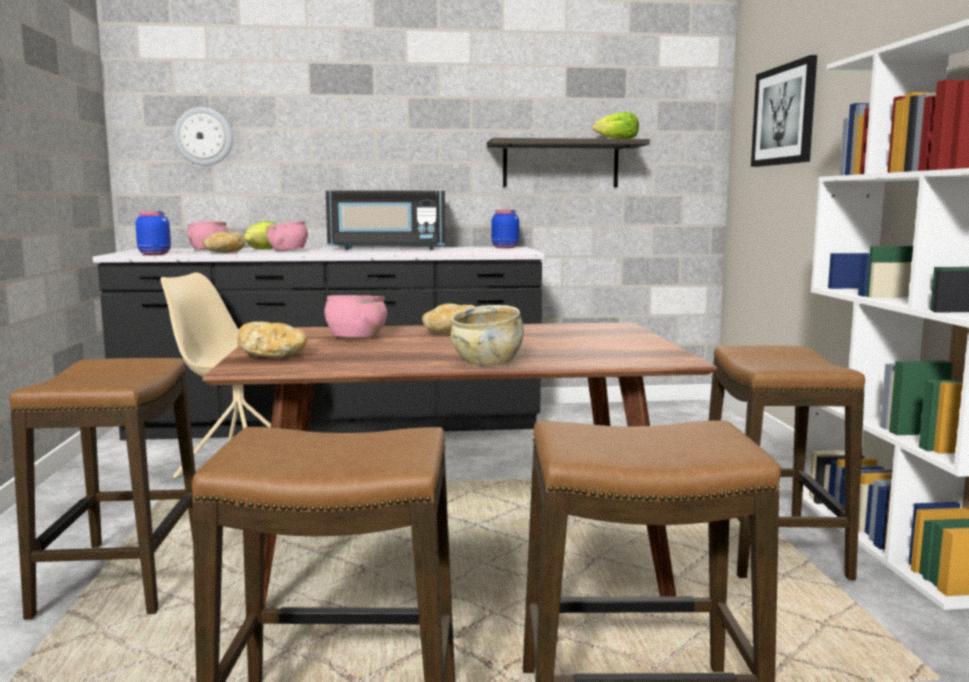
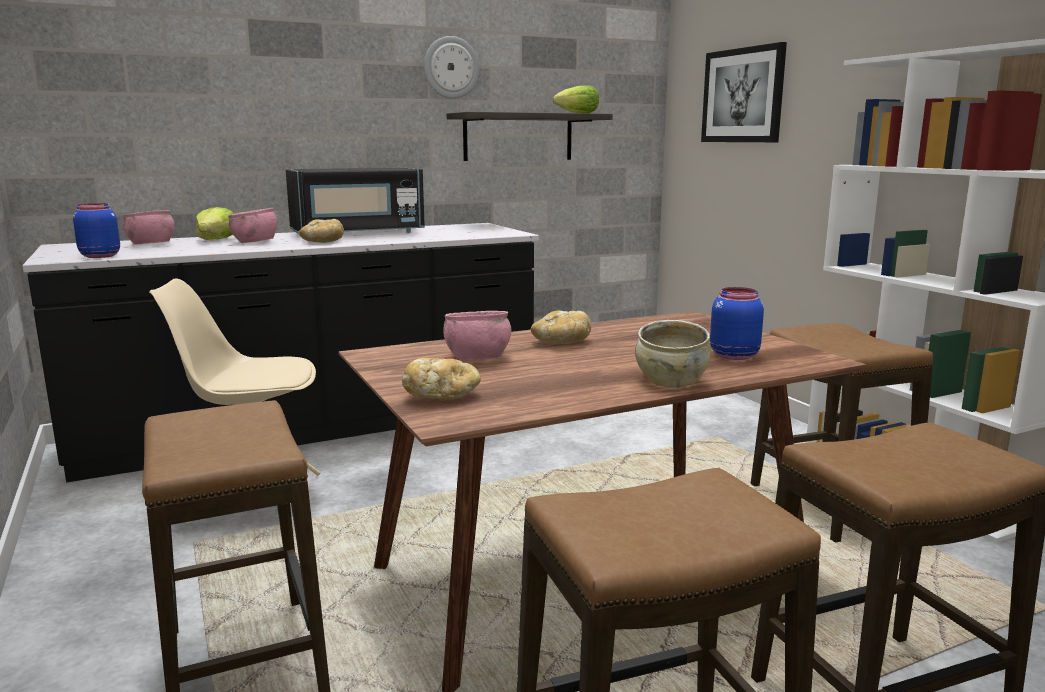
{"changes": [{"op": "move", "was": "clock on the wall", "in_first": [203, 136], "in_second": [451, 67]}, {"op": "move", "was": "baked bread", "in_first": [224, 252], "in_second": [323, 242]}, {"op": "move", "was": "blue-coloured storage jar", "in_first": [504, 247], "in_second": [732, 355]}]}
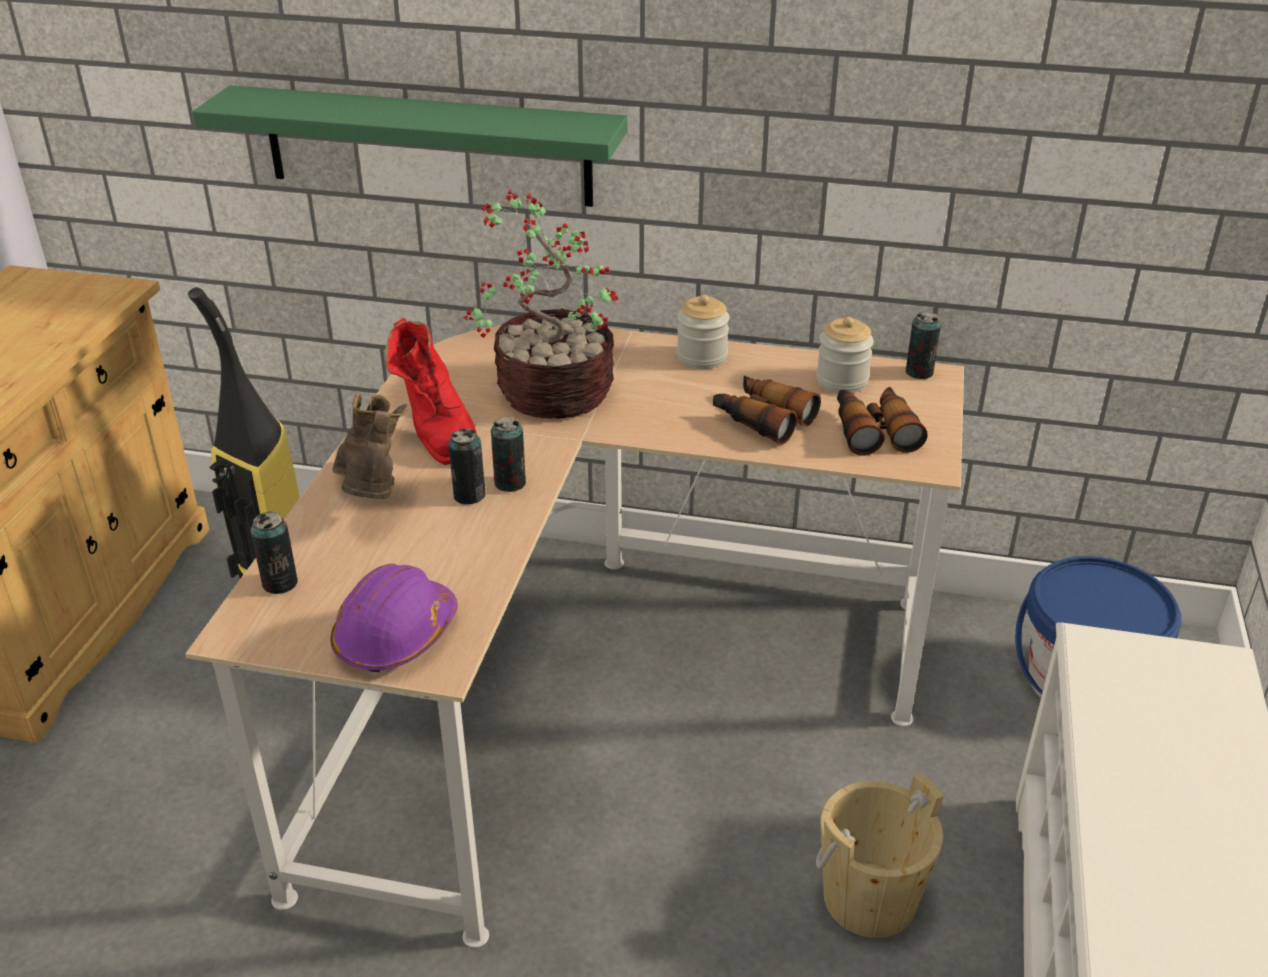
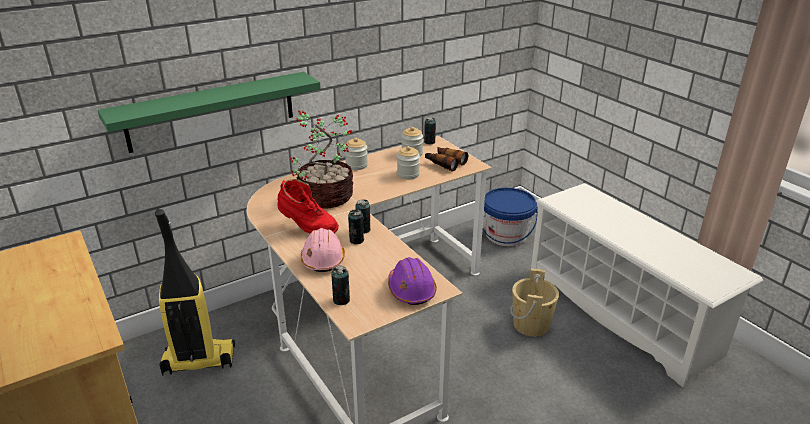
{"changes": [{"op": "replace", "was": "brown-coloured boot", "now": "pink safety helmet", "in_first": [372, 498], "in_second": [323, 259]}, {"op": "replace", "was": "field glasses", "now": "storage jar", "in_first": [762, 419], "in_second": [408, 174]}]}
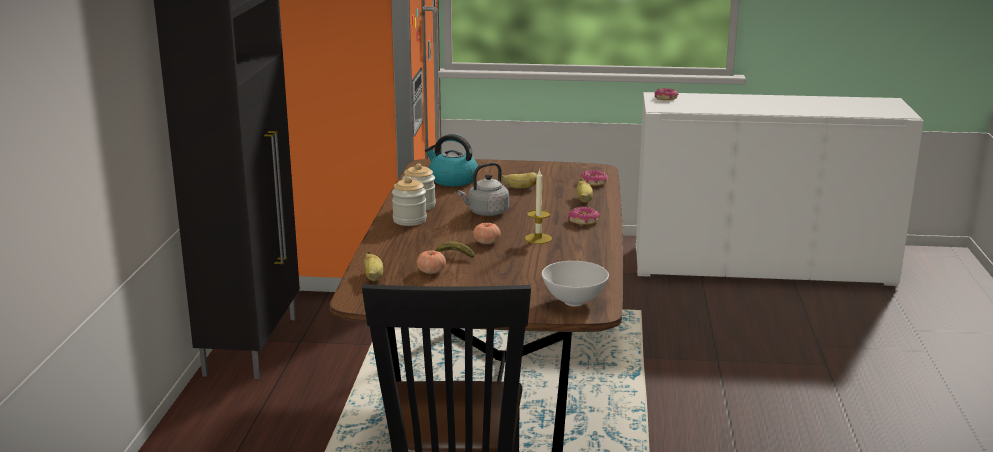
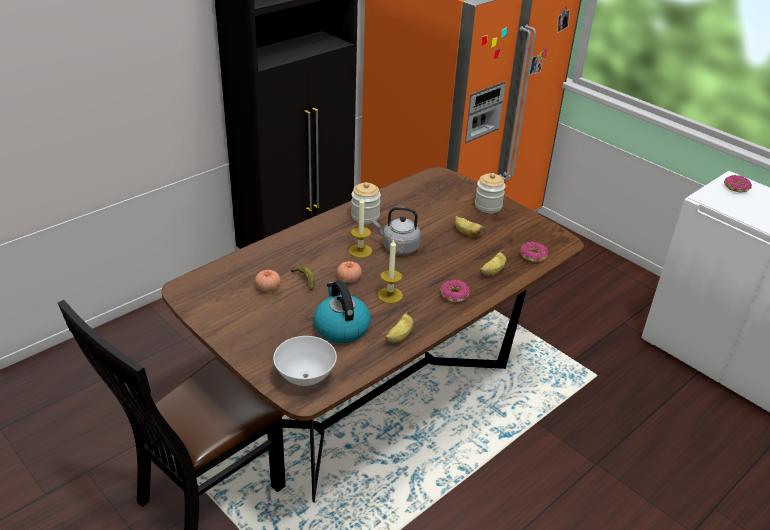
{"changes": [{"op": "insert", "now": "wax light", "in_second": [360, 251]}, {"op": "move", "was": "banana", "in_first": [373, 277], "in_second": [399, 337]}, {"op": "move", "was": "storage jar", "in_first": [409, 220], "in_second": [488, 206]}, {"op": "move", "was": "kettle", "in_first": [452, 180], "in_second": [341, 327]}]}
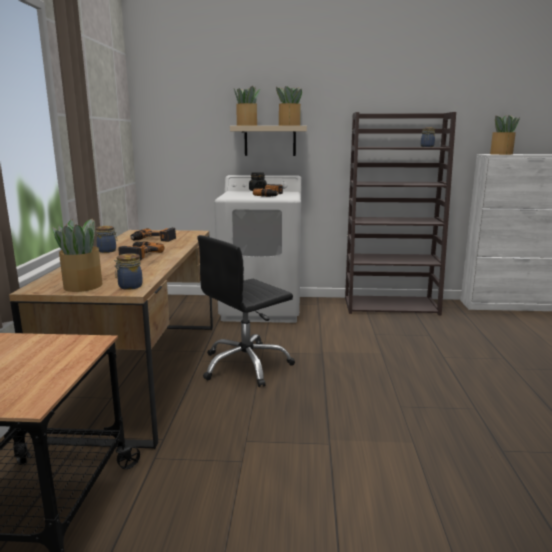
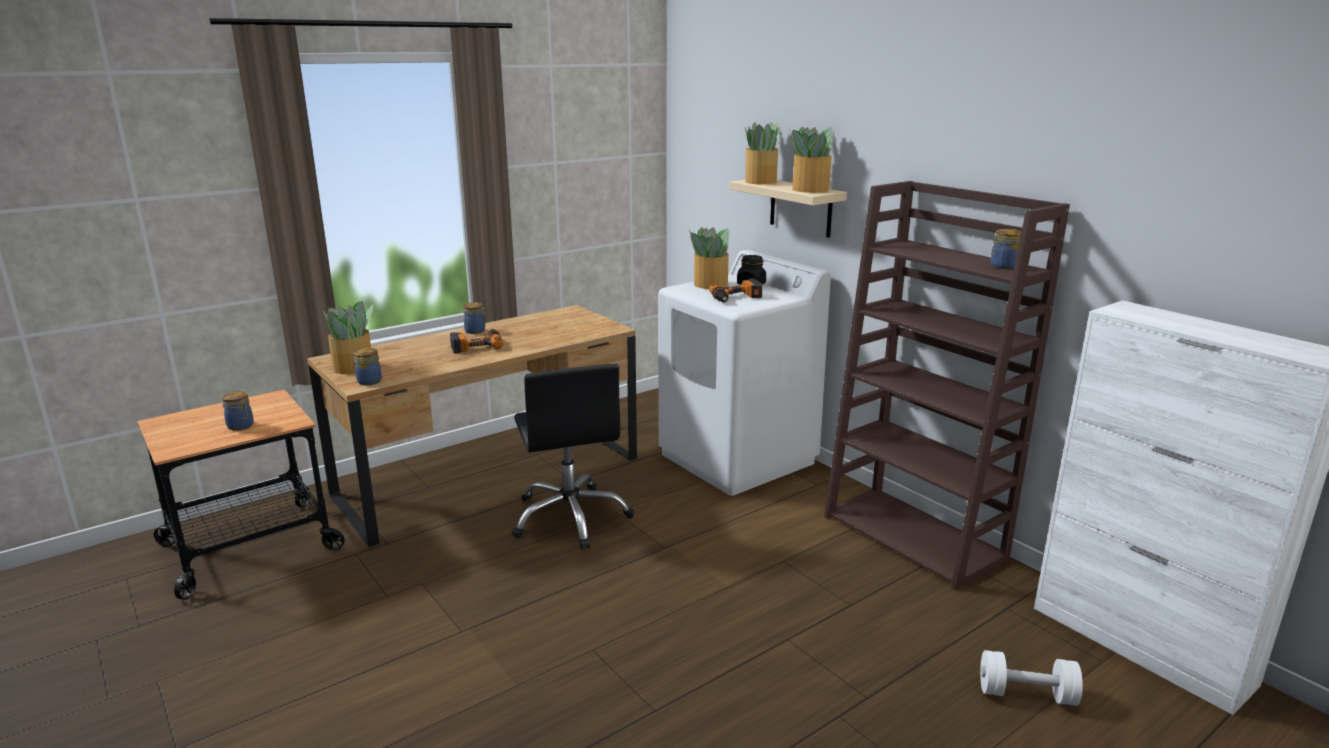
{"changes": [{"op": "delete", "was": "drill", "in_first": [153, 240]}, {"op": "insert", "now": "storage jar", "in_second": [241, 426]}, {"op": "insert", "now": "white-coloured dumbbell", "in_second": [1026, 694]}, {"op": "move", "was": "potted plant", "in_first": [500, 154], "in_second": [710, 284]}, {"op": "rotate", "was": "black-coloured computer chair", "in_first": [246, 365], "in_second": [571, 517], "clockwise": -120}]}
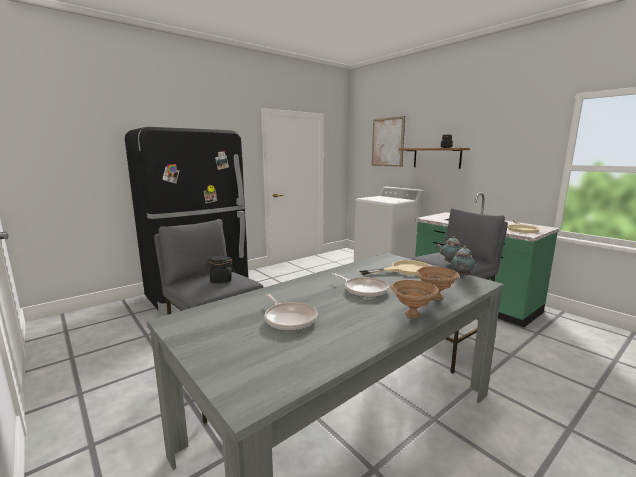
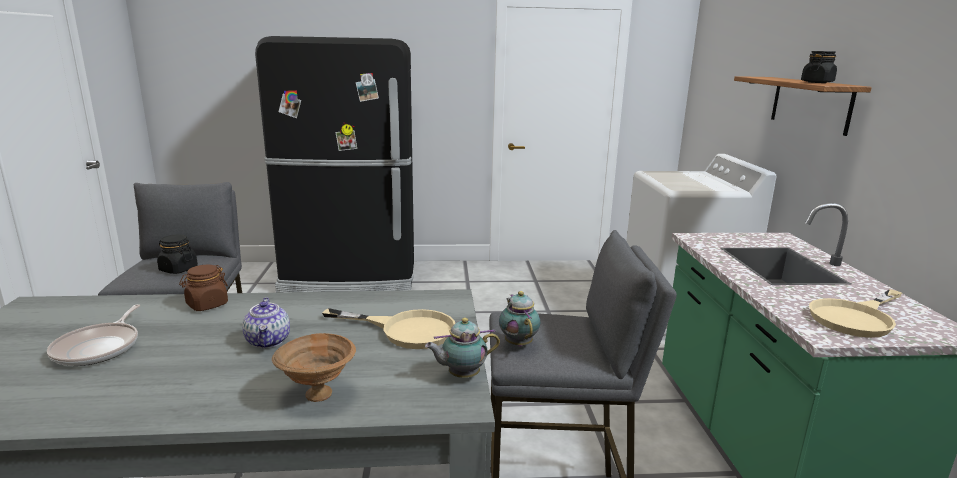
{"changes": [{"op": "delete", "was": "wall art", "in_first": [387, 142]}, {"op": "delete", "was": "brown-coloured deep dish", "in_first": [412, 315]}, {"op": "insert", "now": "brown-coloured storage jar", "in_second": [207, 305]}, {"op": "replace", "was": "frying pan", "now": "pot for tea", "in_first": [364, 290], "in_second": [269, 341]}]}
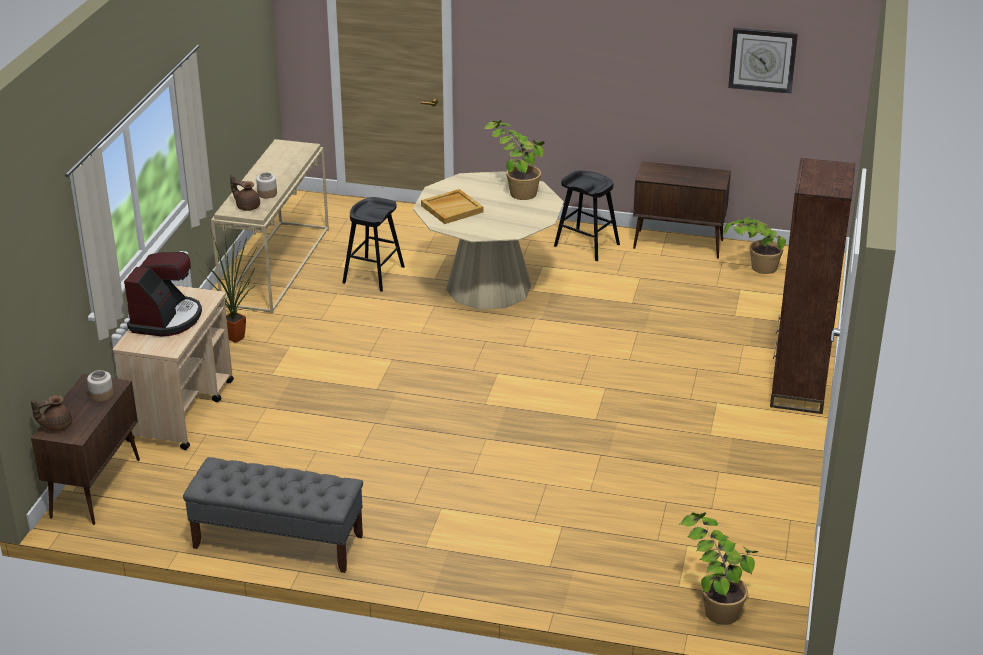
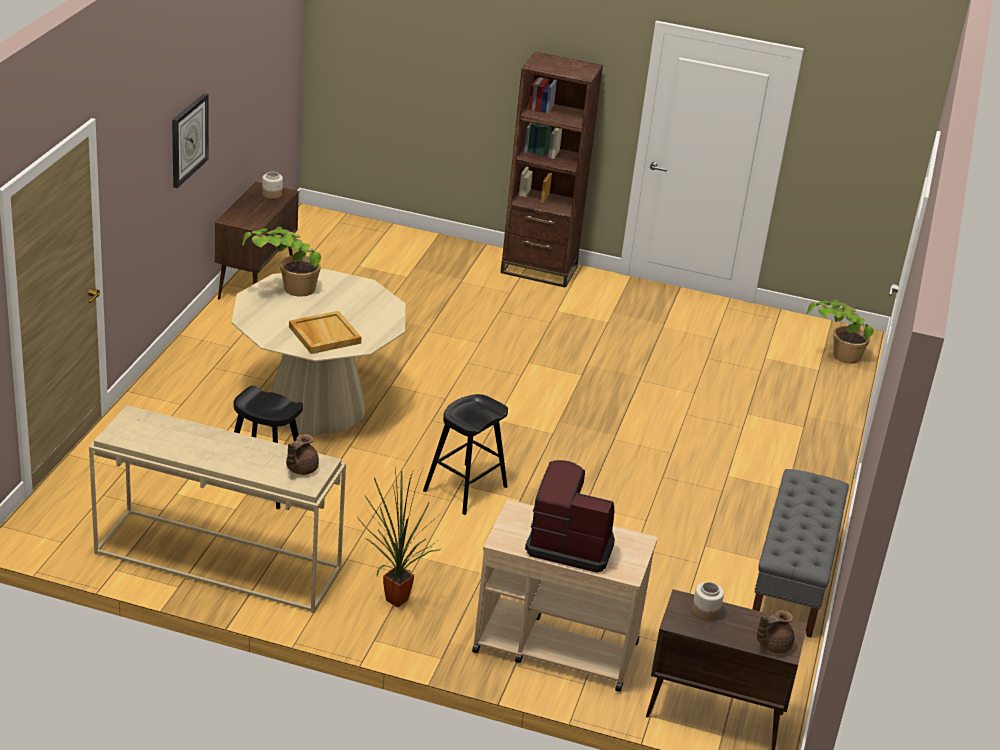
{"changes": [{"op": "delete", "was": "potted plant", "in_first": [752, 270]}, {"op": "move", "was": "storage jar", "in_first": [267, 194], "in_second": [272, 194]}, {"op": "move", "was": "black-coloured sitting stool", "in_first": [586, 245], "in_second": [465, 489]}, {"op": "move", "was": "clock on the wall", "in_first": [762, 60], "in_second": [188, 139]}, {"op": "rotate", "was": "brown-coloured pot for tea", "in_first": [55, 426], "in_second": [772, 645], "clockwise": 90}]}
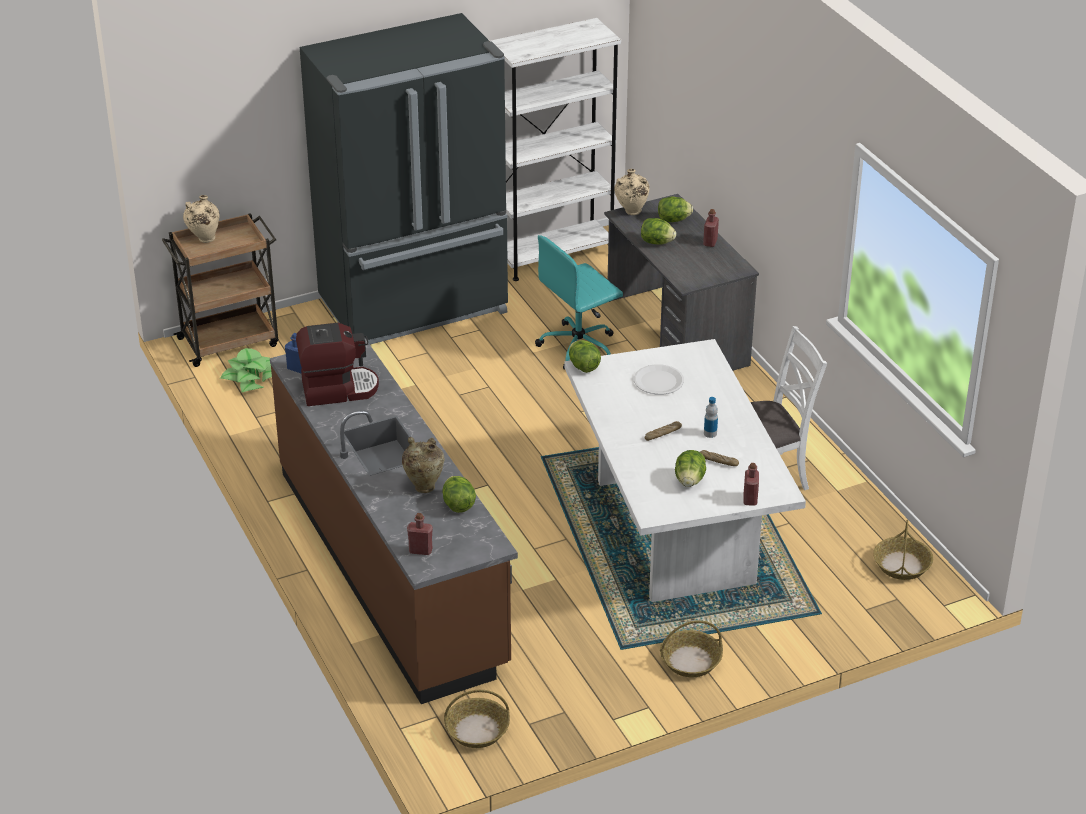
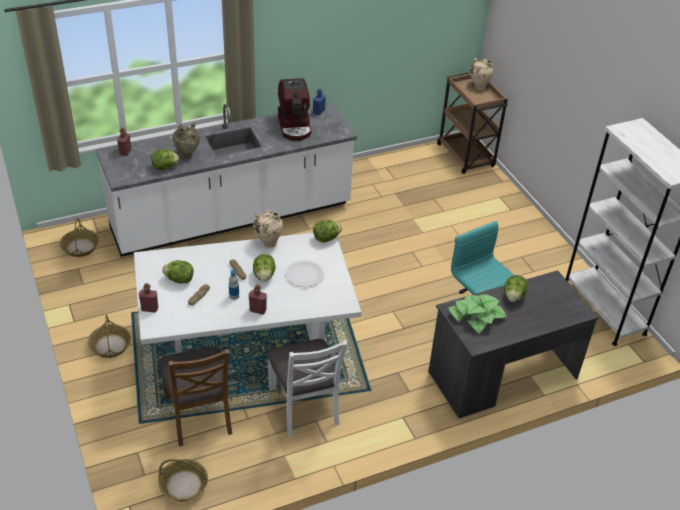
{"changes": [{"op": "delete", "was": "black-coloured fridge", "in_first": [415, 307]}, {"op": "insert", "now": "brown-coloured plain chair", "in_second": [199, 414]}, {"op": "move", "was": "potted plant", "in_first": [251, 378], "in_second": [476, 316]}, {"op": "move", "was": "beige-coloured decorative vase", "in_first": [631, 212], "in_second": [268, 243]}, {"op": "move", "was": "lettuce head", "in_first": [673, 220], "in_second": [264, 276]}, {"op": "move", "was": "red-coloured bottle", "in_first": [710, 242], "in_second": [258, 310]}, {"op": "recolor", "was": "brown-coloured kitchen counter", "now": "white-coloured kitchen counter", "in_first": [392, 568], "in_second": [232, 218]}]}
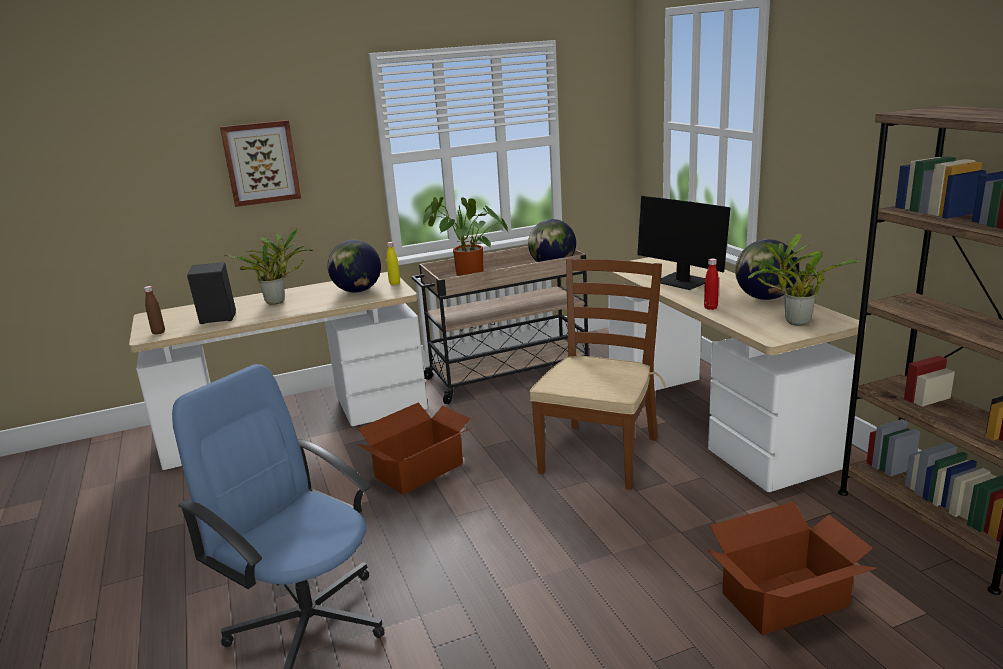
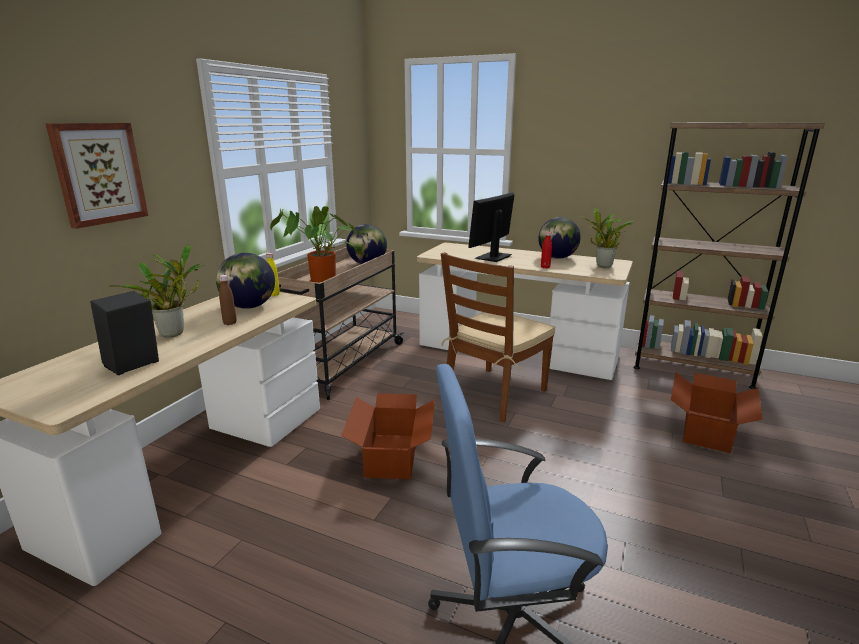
{"changes": [{"op": "move", "was": "brown-coloured bottle", "in_first": [158, 332], "in_second": [230, 323]}, {"op": "rotate", "was": "brown-coloured plain chair", "in_first": [599, 454], "in_second": [494, 394], "clockwise": -120}, {"op": "rotate", "was": "computer screen", "in_first": [682, 282], "in_second": [493, 257], "clockwise": 120}]}
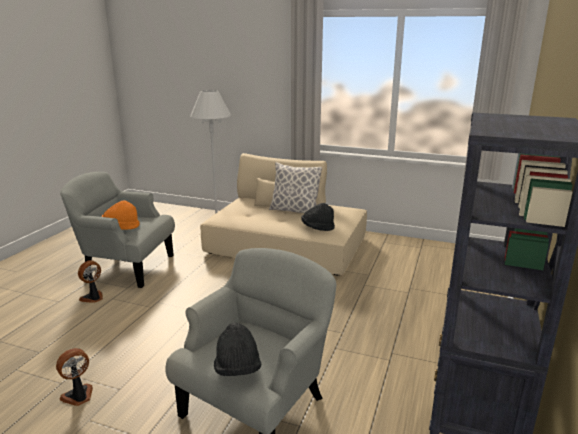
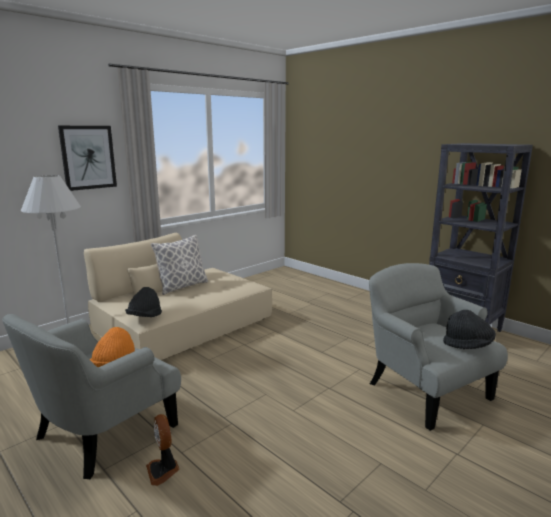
{"changes": [{"op": "delete", "was": "electric fan", "in_first": [79, 396]}, {"op": "insert", "now": "wall art", "in_second": [88, 157]}, {"op": "move", "was": "black-coloured clothing hat", "in_first": [317, 228], "in_second": [144, 317]}]}
